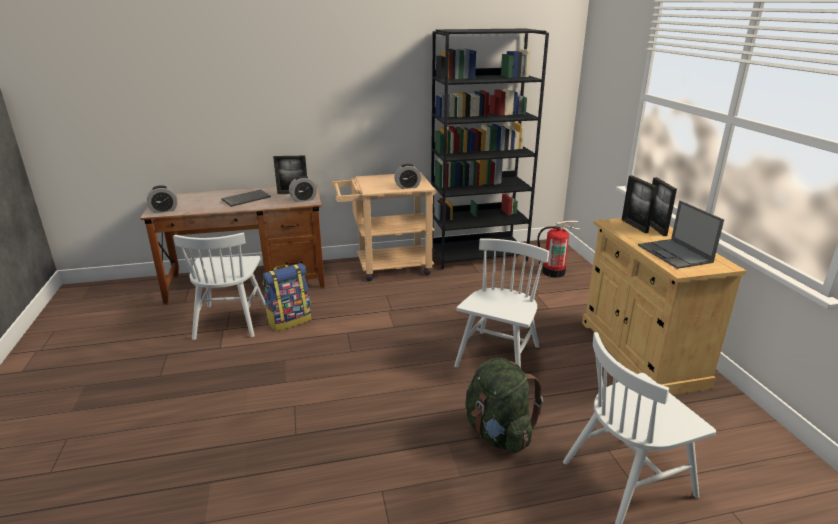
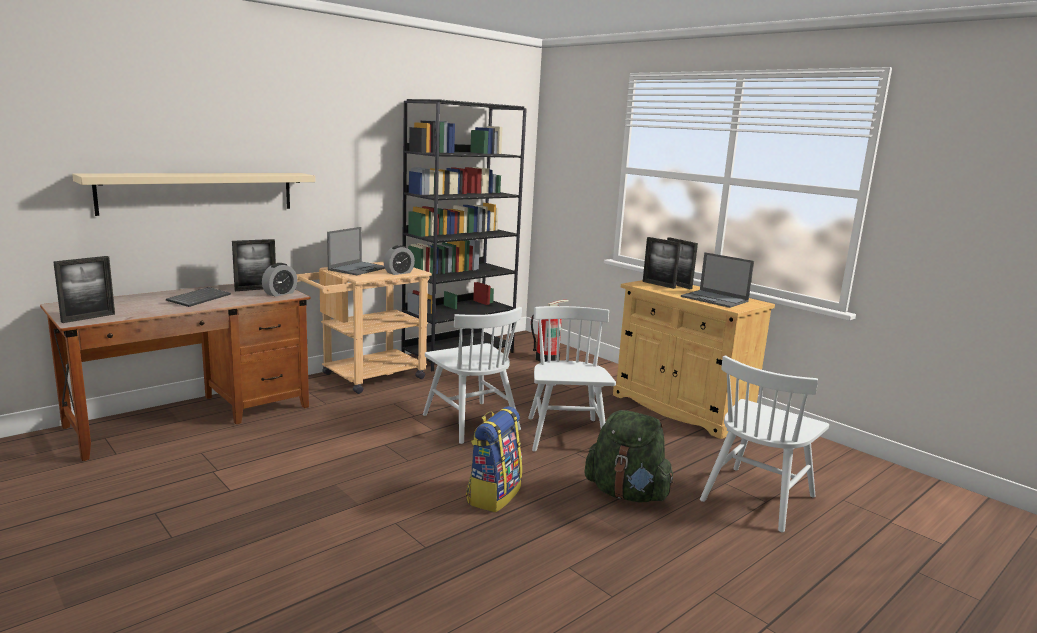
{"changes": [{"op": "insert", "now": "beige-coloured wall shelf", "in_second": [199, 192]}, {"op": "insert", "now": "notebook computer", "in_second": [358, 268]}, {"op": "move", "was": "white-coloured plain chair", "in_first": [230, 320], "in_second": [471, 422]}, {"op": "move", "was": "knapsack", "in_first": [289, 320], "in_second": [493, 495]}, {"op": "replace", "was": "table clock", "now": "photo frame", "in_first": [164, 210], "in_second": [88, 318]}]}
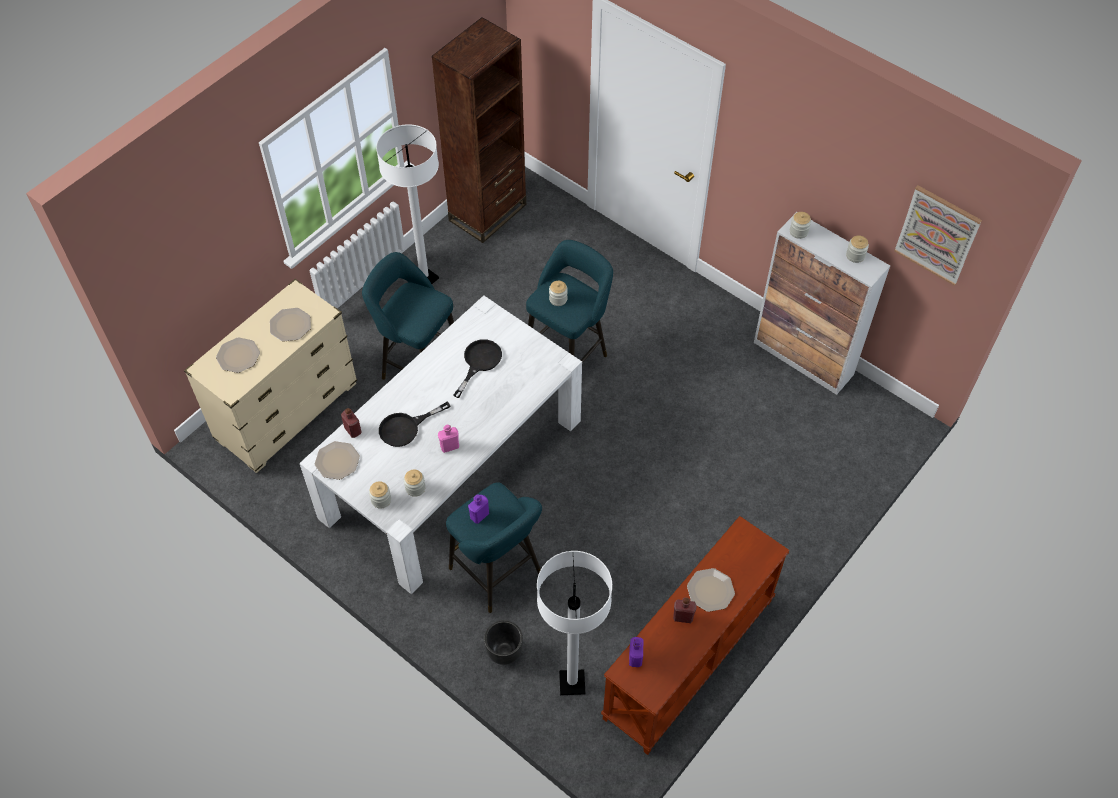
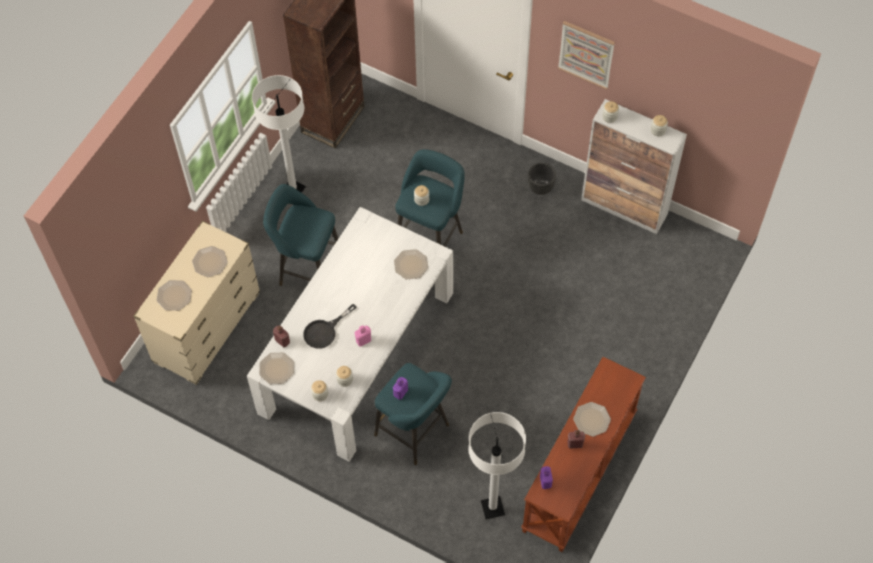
{"changes": [{"op": "delete", "was": "black-coloured frying pan", "in_first": [479, 362]}, {"op": "insert", "now": "dinner plate", "in_second": [410, 265]}, {"op": "move", "was": "black-coloured planter", "in_first": [505, 651], "in_second": [541, 187]}, {"op": "move", "was": "wall art", "in_first": [937, 235], "in_second": [586, 54]}]}
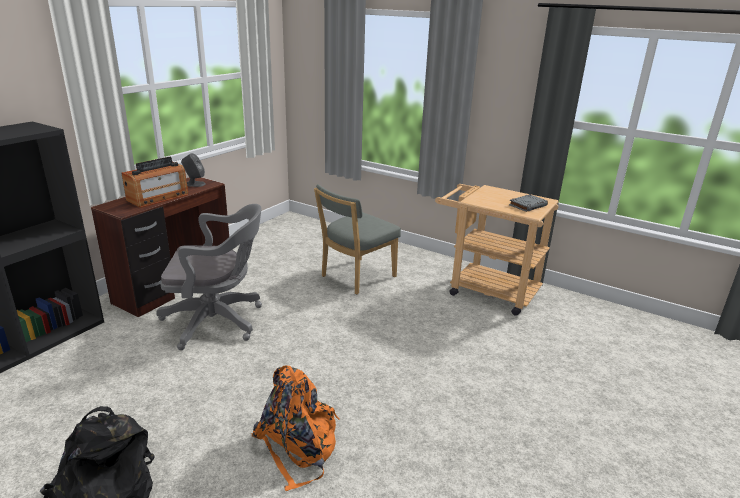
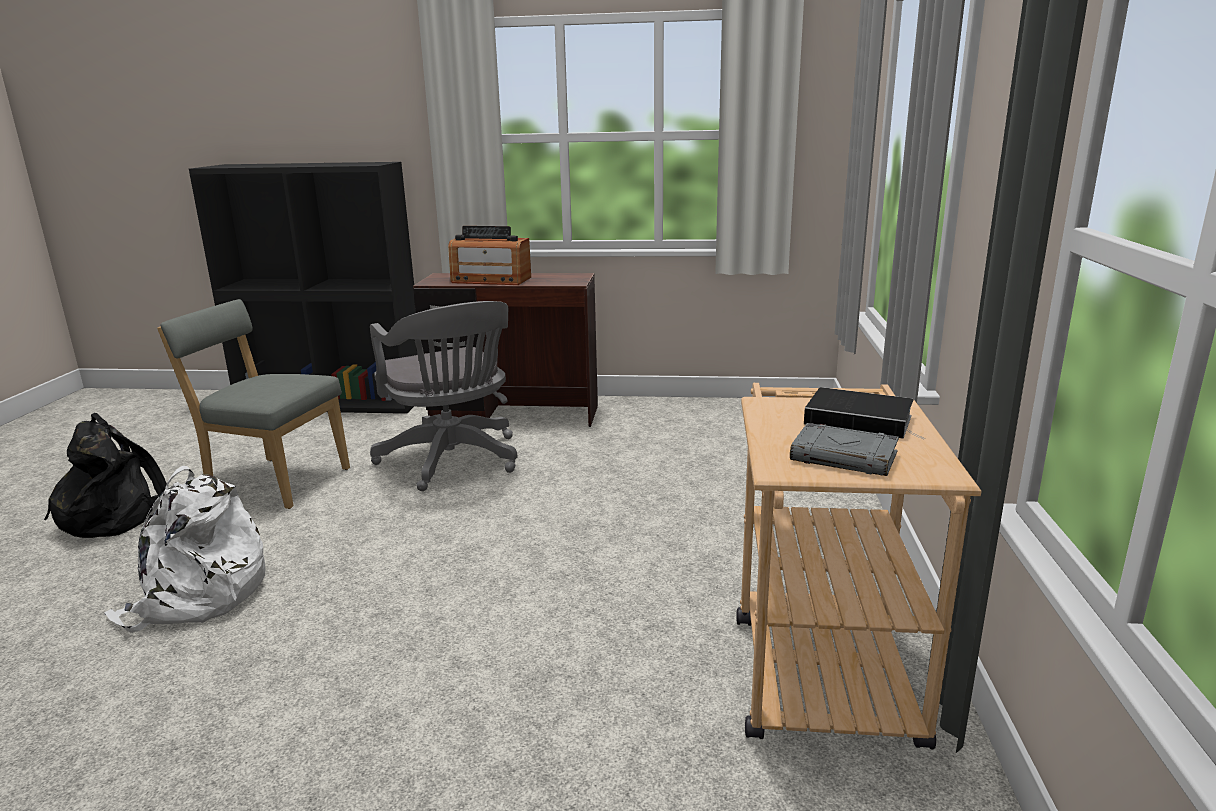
{"changes": [{"op": "delete", "was": "greyish speaker", "in_first": [194, 184]}, {"op": "insert", "now": "book", "in_second": [862, 420]}, {"op": "move", "was": "greyish plain chair", "in_first": [355, 277], "in_second": [274, 481]}, {"op": "recolor", "was": "orange knapsack", "now": "white-coloured knapsack", "in_first": [298, 446], "in_second": [197, 597]}]}
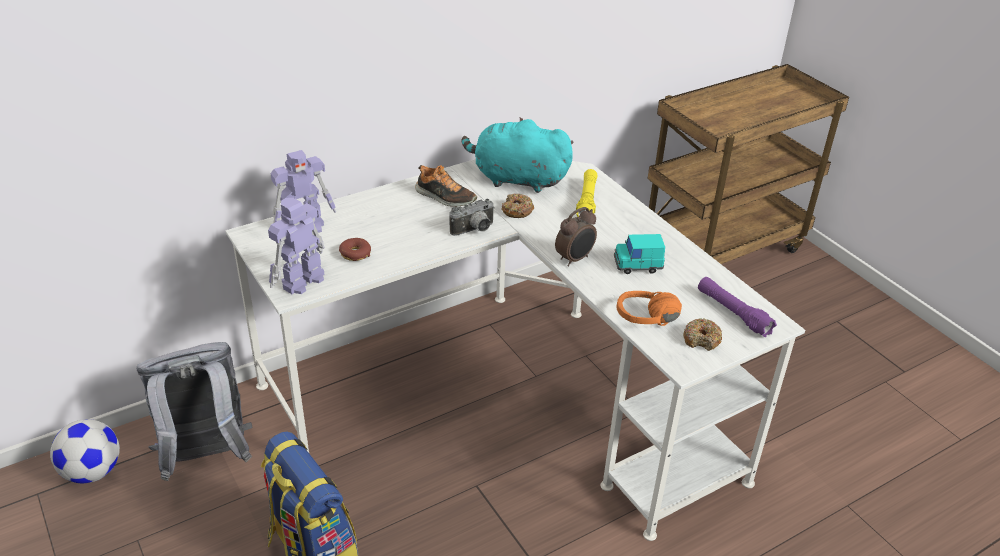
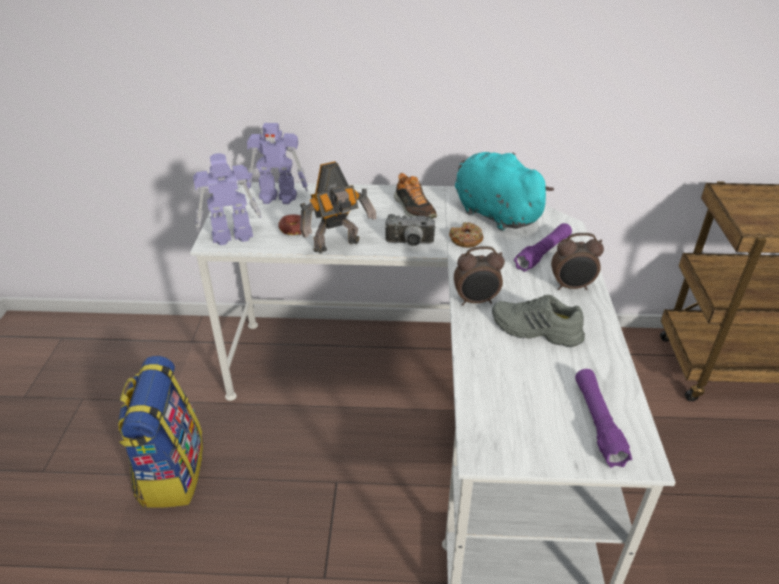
{"changes": [{"op": "delete", "was": "football ball", "in_first": [93, 472]}, {"op": "delete", "was": "greyish knapsack", "in_first": [206, 458]}, {"op": "delete", "was": "orange headphones", "in_first": [648, 324]}, {"op": "delete", "was": "doughnut", "in_first": [701, 339]}, {"op": "insert", "now": "robot figure", "in_second": [338, 246]}, {"op": "insert", "now": "table clock", "in_second": [571, 287]}, {"op": "replace", "was": "blue-green miniature car", "now": "greyish shoe", "in_first": [638, 265], "in_second": [535, 330]}, {"op": "recolor", "was": "yellow-coloured flashlight", "now": "purple flashlight", "in_first": [587, 201], "in_second": [543, 253]}]}
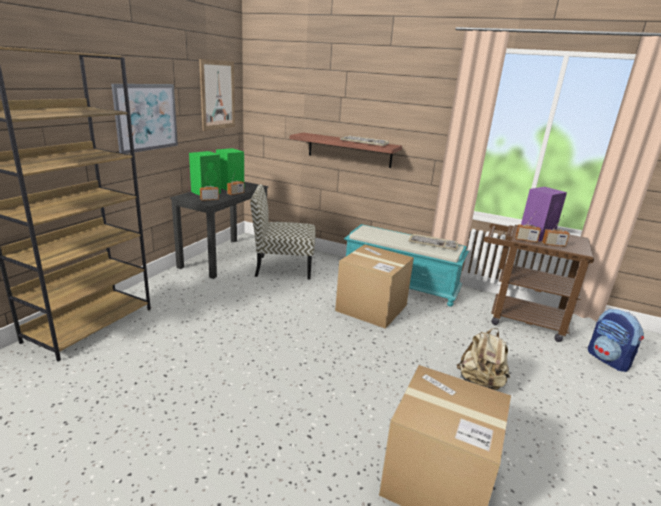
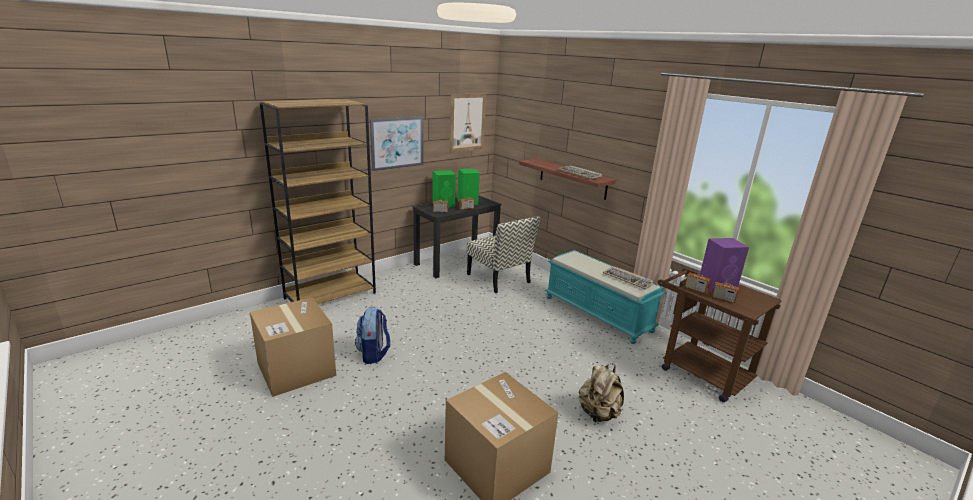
{"changes": [{"op": "move", "was": "carton", "in_first": [371, 308], "in_second": [296, 369]}, {"op": "move", "was": "knapsack", "in_first": [608, 360], "in_second": [373, 354]}, {"op": "rotate", "was": "plain chair", "in_first": [283, 267], "in_second": [499, 278], "clockwise": -150}]}
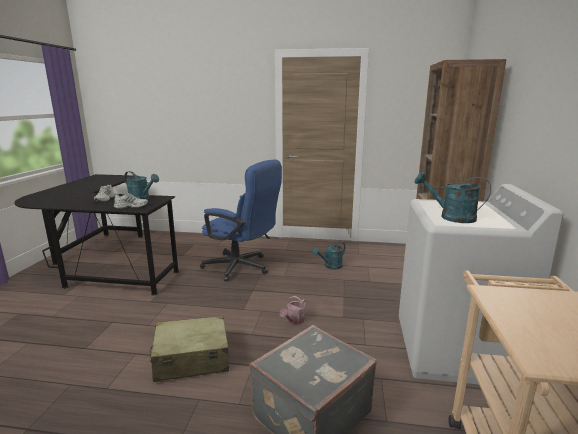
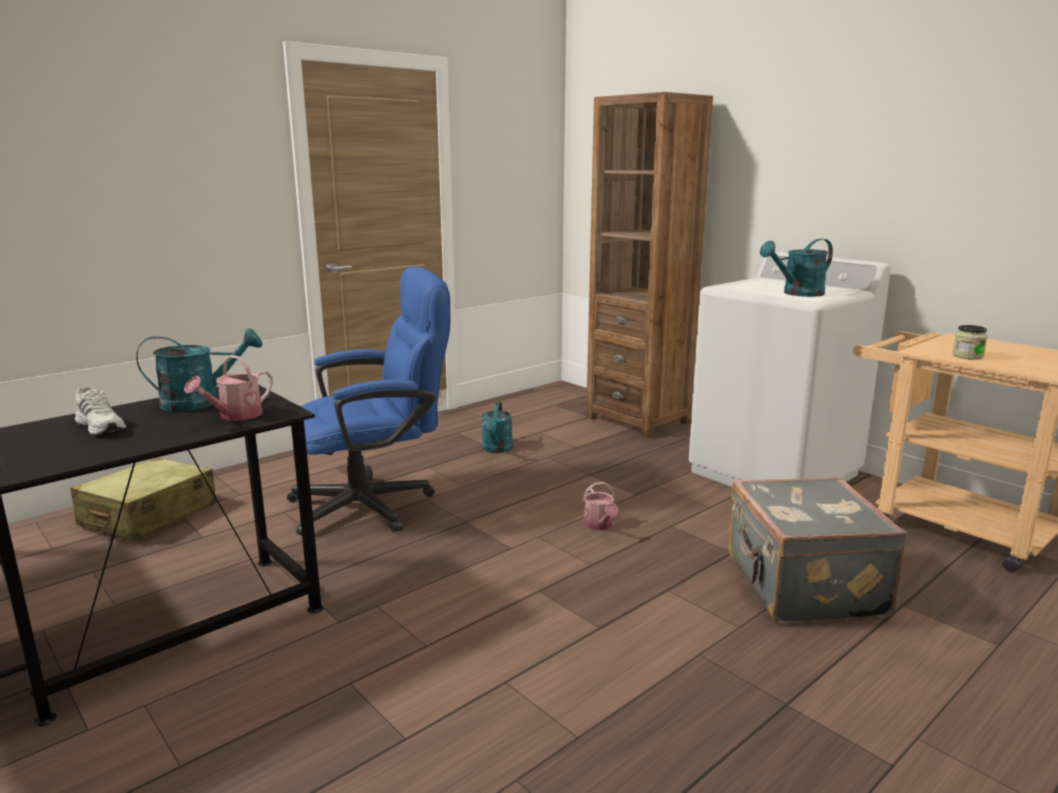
{"changes": [{"op": "insert", "now": "storage jar", "in_second": [967, 356]}, {"op": "move", "was": "beige-coloured suitcase", "in_first": [191, 358], "in_second": [148, 516]}, {"op": "replace", "was": "white-coloured shoe", "now": "sprinkling can", "in_first": [131, 206], "in_second": [236, 416]}]}
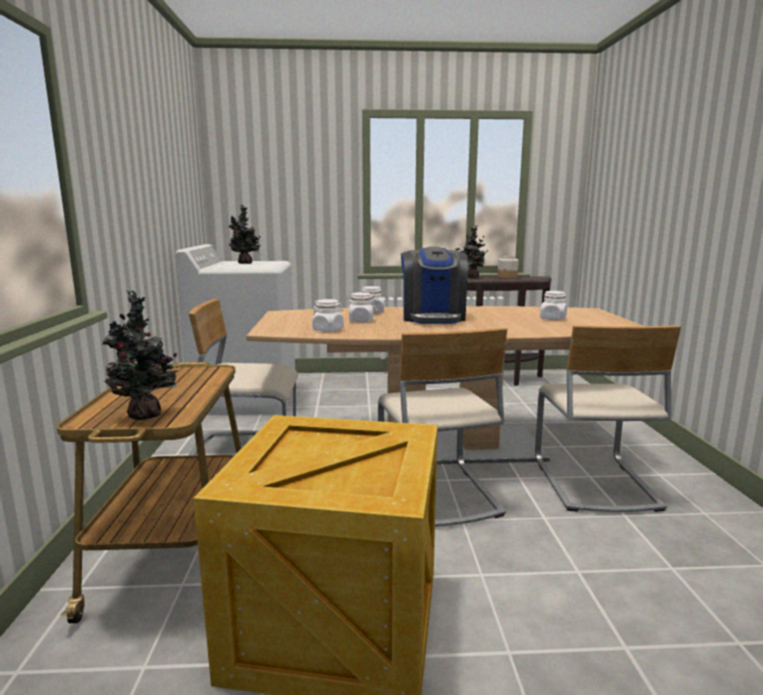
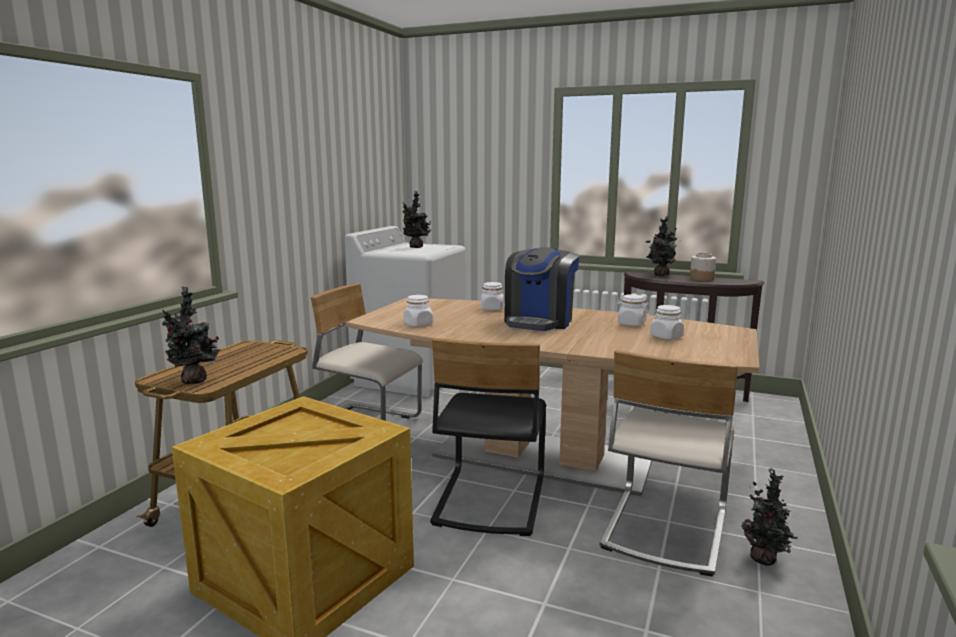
{"changes": [{"op": "insert", "now": "potted plant", "in_second": [765, 560]}, {"op": "move", "was": "white-coloured storage jar", "in_first": [361, 321], "in_second": [631, 324]}, {"op": "recolor", "was": "beige-coloured plain chair", "now": "black-coloured plain chair", "in_first": [436, 493], "in_second": [489, 500]}]}
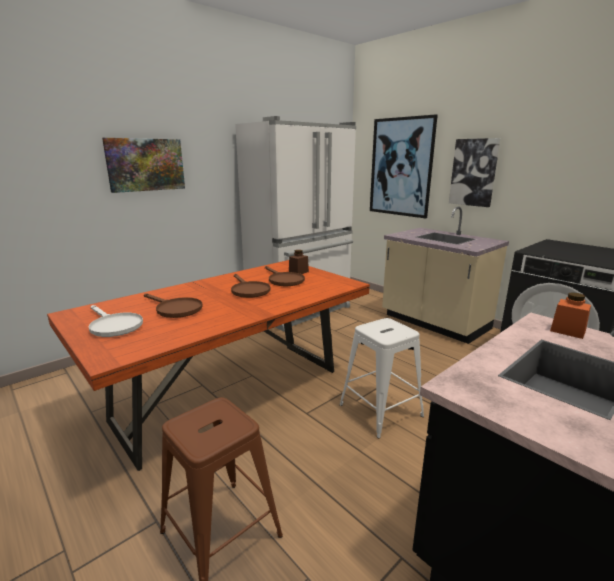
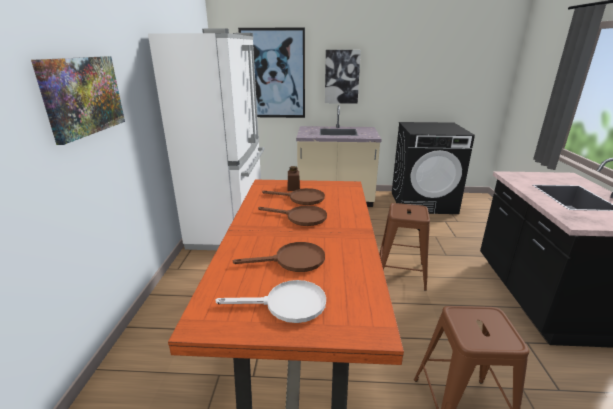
{"changes": [{"op": "delete", "was": "orange storage jar", "in_first": [567, 331]}, {"op": "recolor", "was": "white-coloured sitting stool", "now": "brown-coloured sitting stool", "in_first": [380, 410], "in_second": [400, 273]}]}
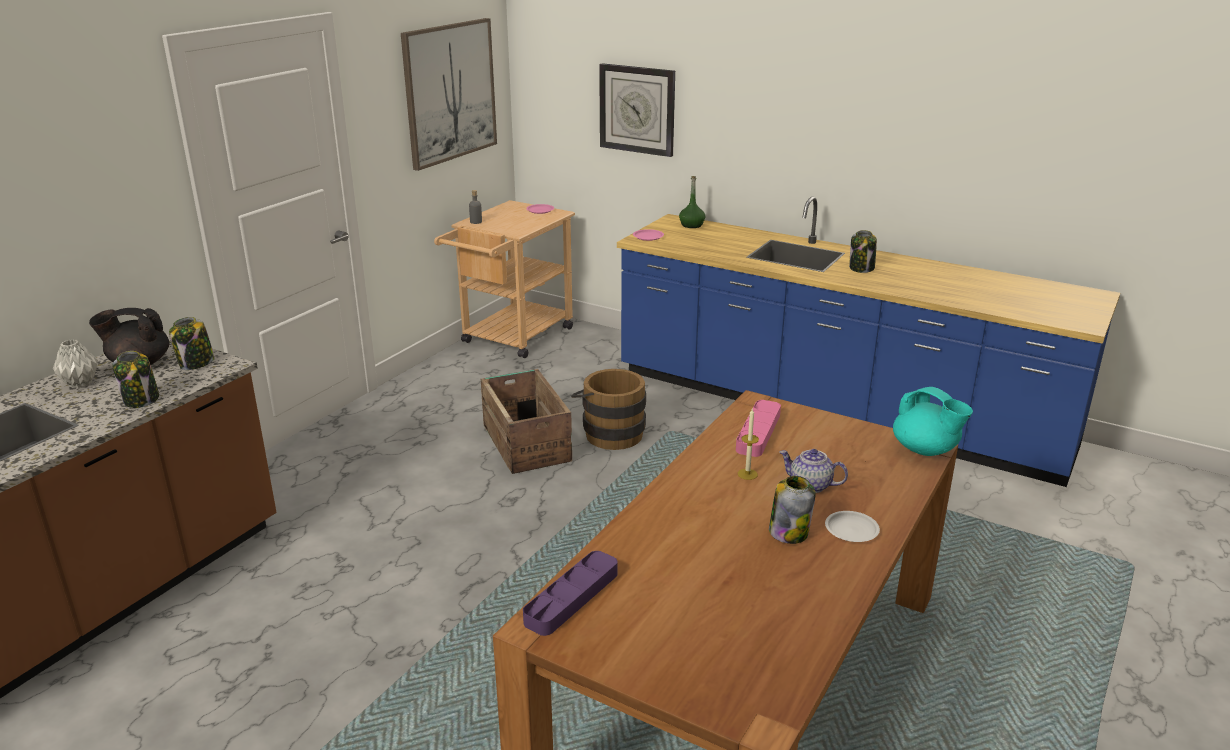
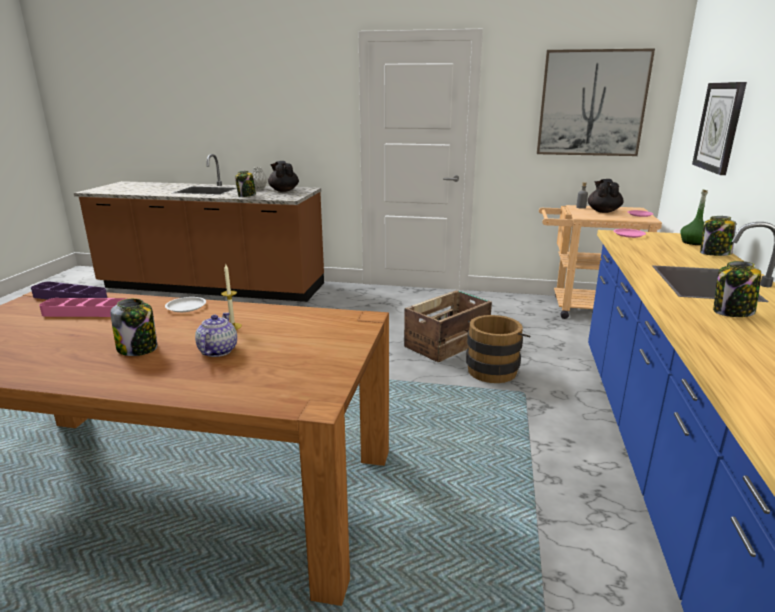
{"changes": [{"op": "delete", "was": "blue-green pot for tea", "in_first": [925, 450]}, {"op": "insert", "now": "black-coloured pot for tea", "in_second": [603, 211]}, {"op": "move", "was": "storage jar", "in_first": [196, 363], "in_second": [714, 254]}, {"op": "move", "was": "pink carrying tray", "in_first": [758, 432], "in_second": [86, 312]}, {"op": "move", "was": "white-coloured dinner plate", "in_first": [851, 530], "in_second": [186, 307]}]}
